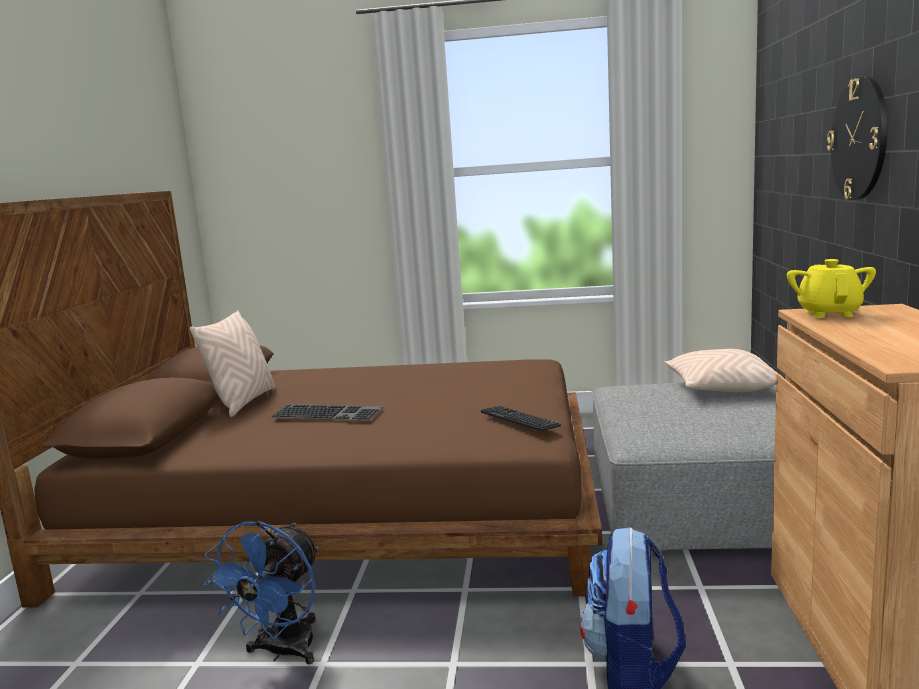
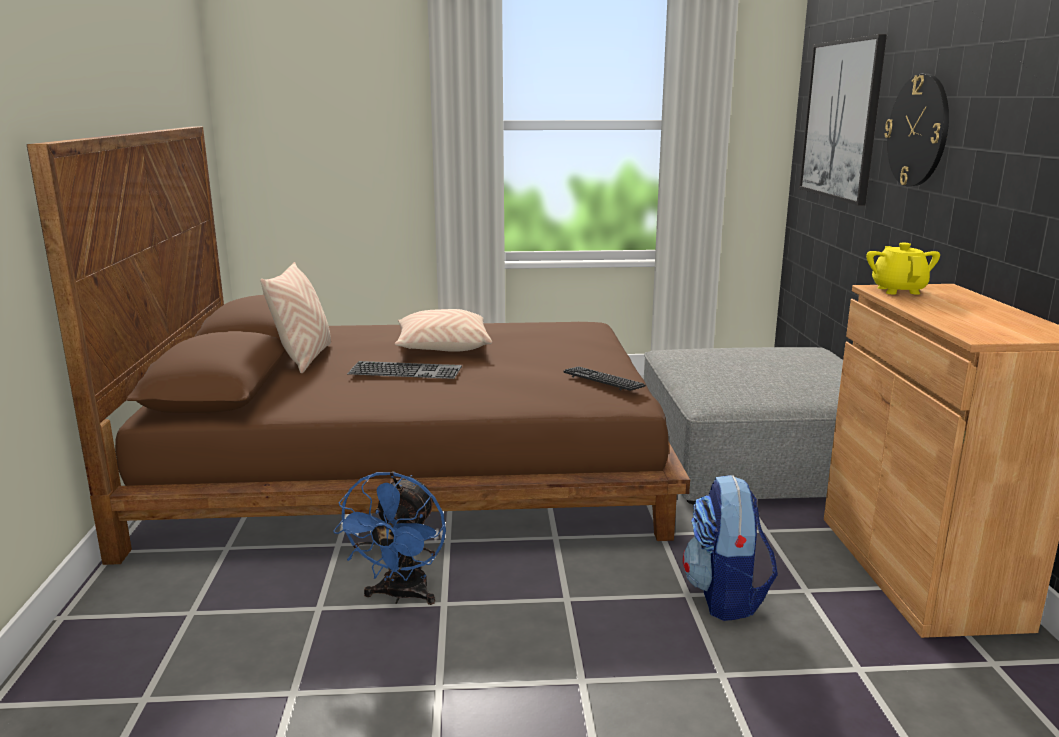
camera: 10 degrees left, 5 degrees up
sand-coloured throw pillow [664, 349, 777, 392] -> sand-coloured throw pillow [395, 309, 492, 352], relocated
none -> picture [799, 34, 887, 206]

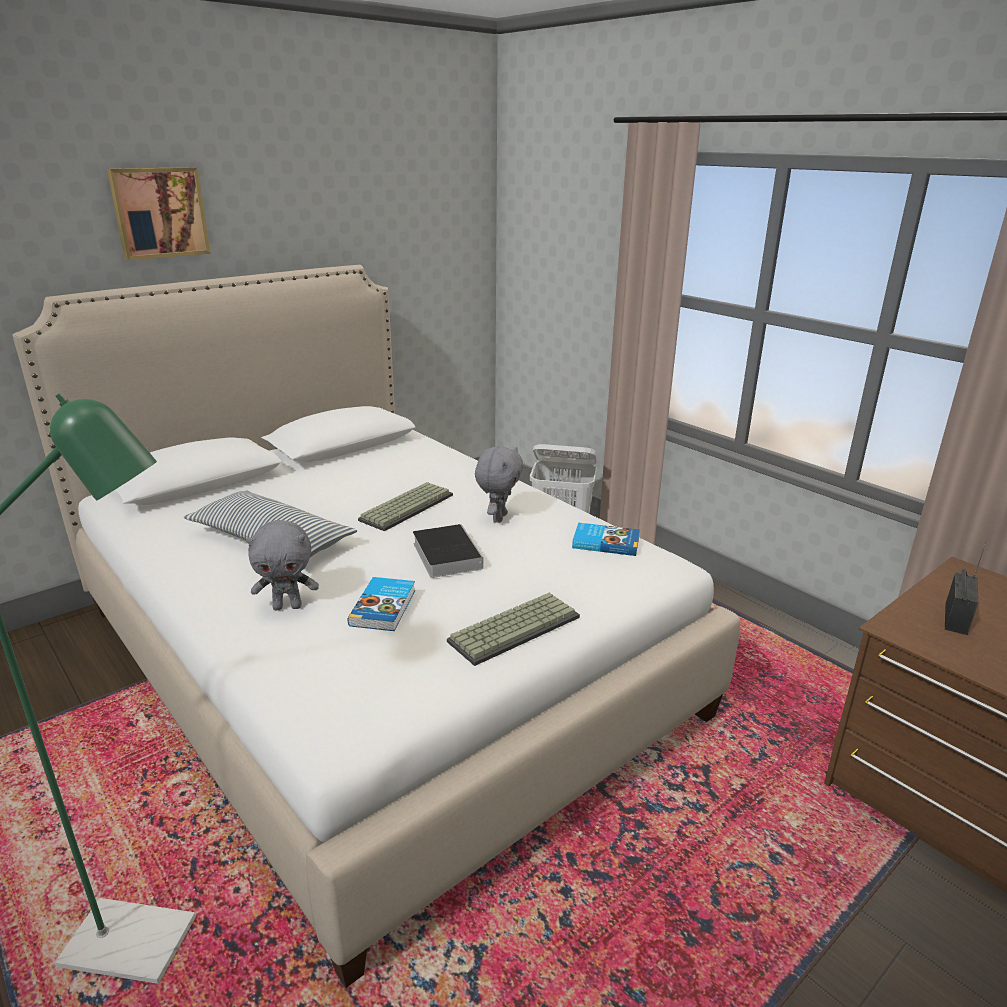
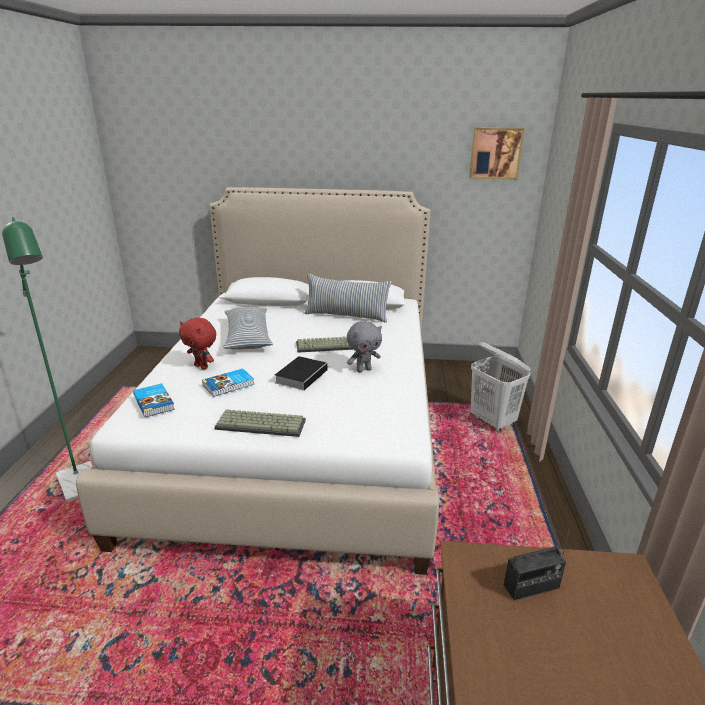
camera: 45 degrees right, 0 degrees up
picture [107, 167, 211, 260] -> picture [469, 127, 525, 180], relocated
gray plush toy [246, 520, 319, 611] -> reddish plush toy [179, 318, 216, 370]
volume [572, 522, 640, 556] -> volume [133, 384, 175, 417], relocated
none -> throw pillow [305, 274, 392, 323]

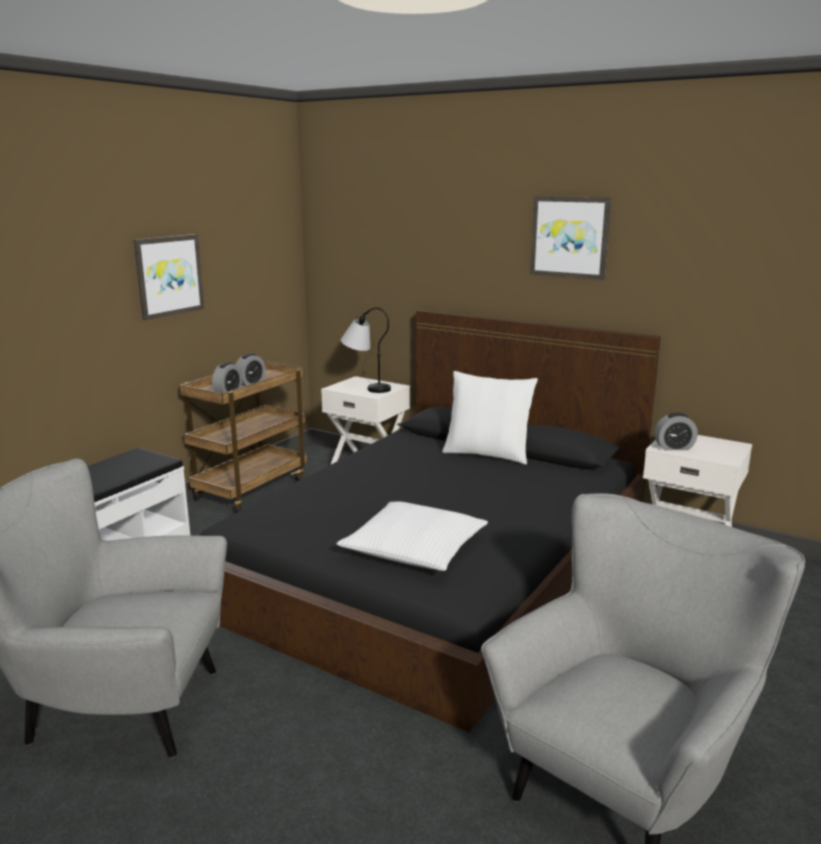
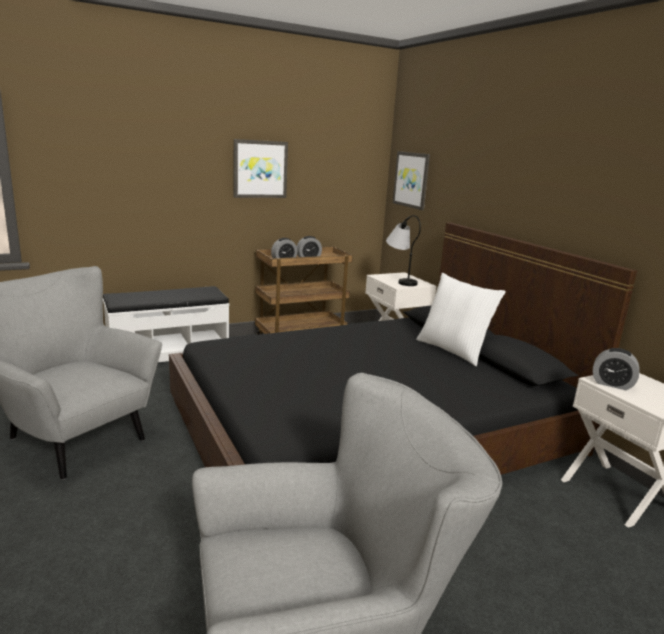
camera: 30 degrees right, 0 degrees up
white throw pillow [337, 501, 488, 571] -> none
picture [530, 196, 611, 280] -> picture [393, 151, 430, 210], relocated

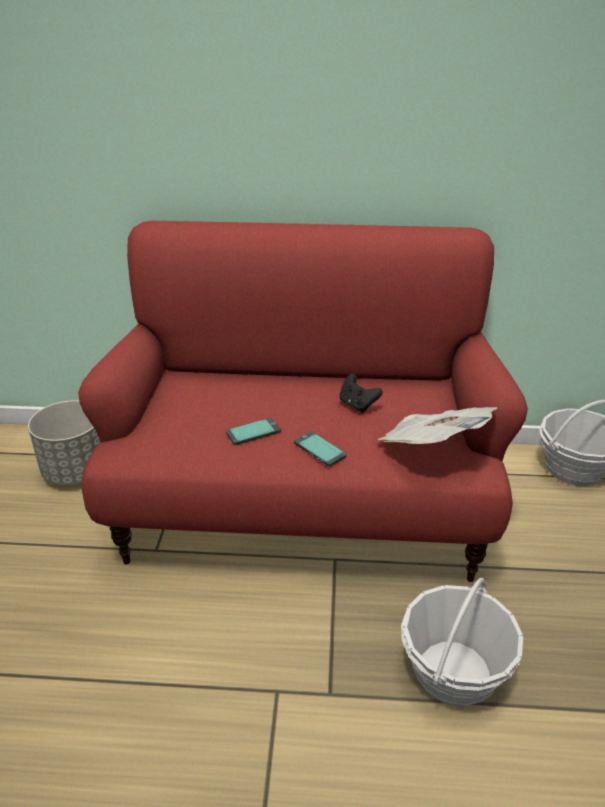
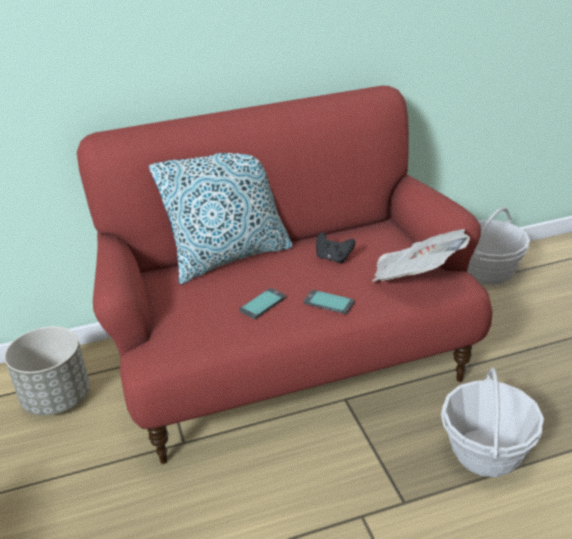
camera: 20 degrees left, 0 degrees up
none -> throw pillow [149, 153, 293, 285]

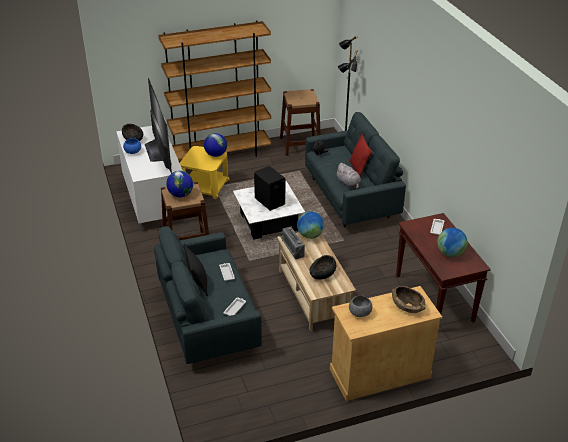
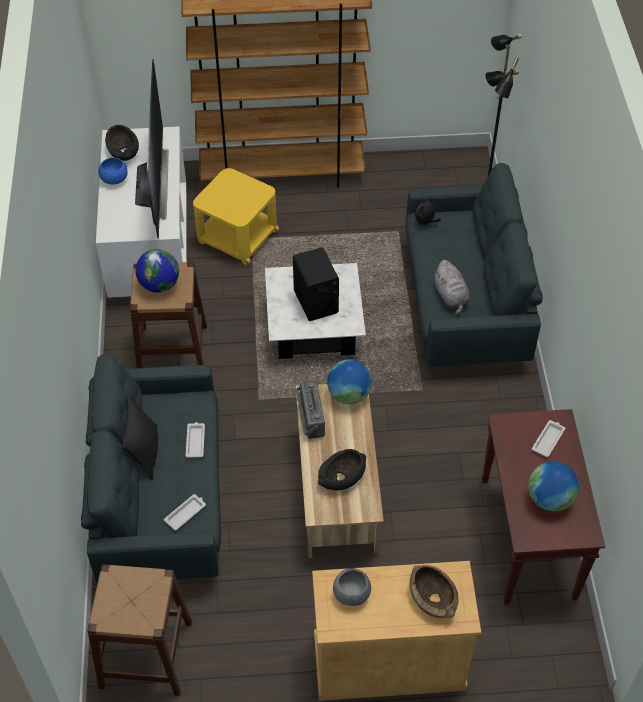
camera: 15 degrees right, 15 degrees up
world globe [204, 133, 227, 157] -> none
brown-coloured sitting stool [280, 89, 321, 156] -> brown-coloured sitting stool [87, 564, 192, 696], relocated
reddish throw pillow [349, 134, 372, 177] -> none

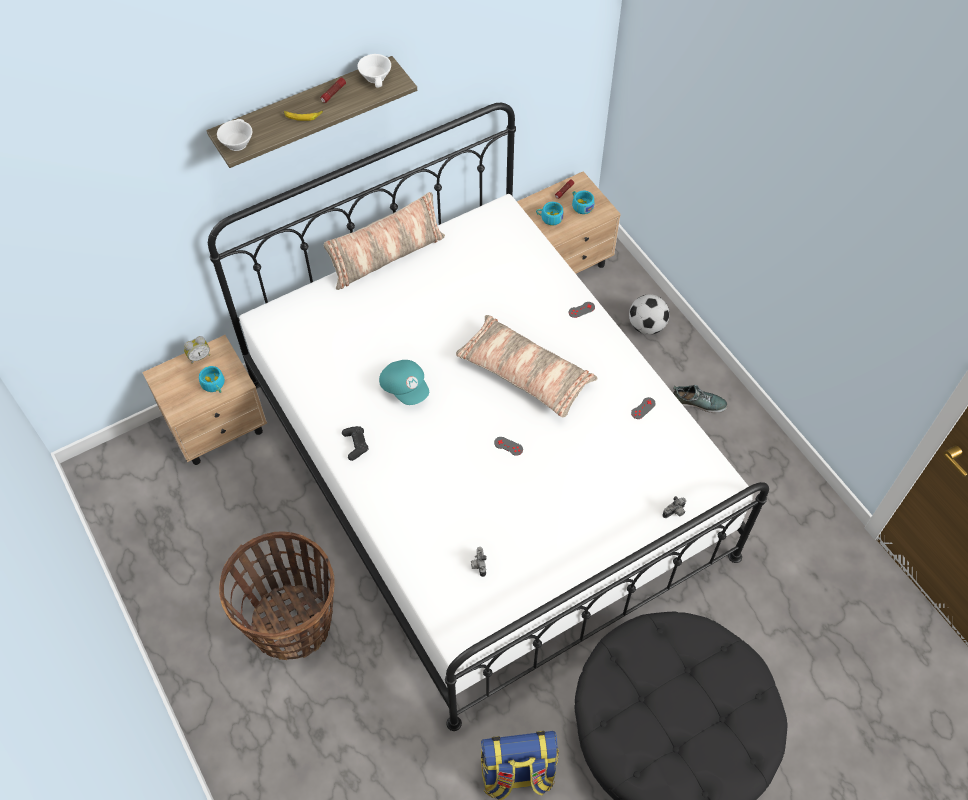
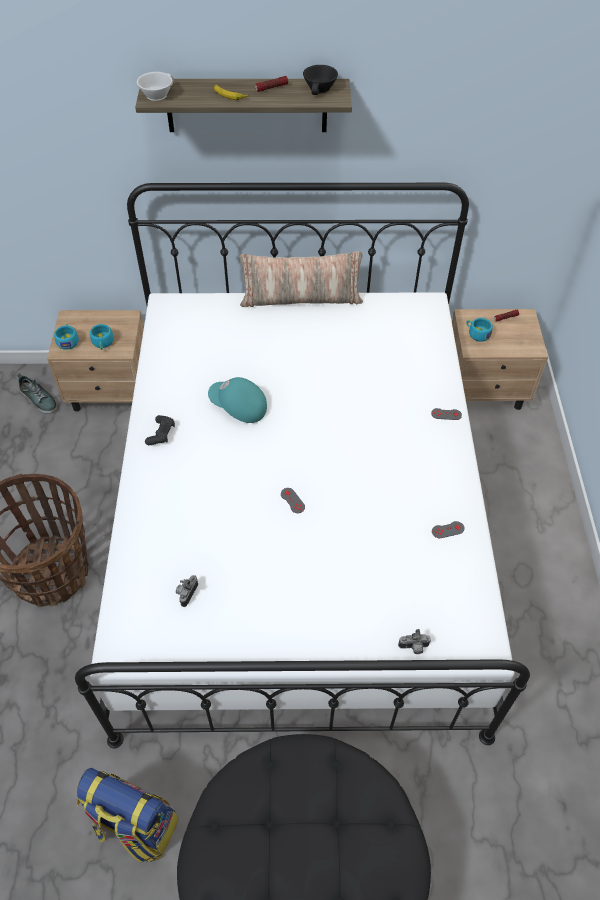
camera: 30 degrees right, 5 degrees down
alarm clock [184, 336, 210, 364] -> none
white small cup [357, 54, 391, 88] -> black-coloured small cup [303, 65, 338, 95]
turquoise peaked cap [379, 360, 429, 405] -> turquoise peaked cap [208, 377, 267, 423], 120 degrees clockwise
throw pillow [456, 315, 597, 417] -> none
turquoise small cup [572, 191, 594, 214] -> turquoise small cup [54, 324, 79, 350], relocated
football ball [629, 294, 670, 335] -> none
item of footwear [673, 385, 728, 413] -> item of footwear [17, 373, 57, 414], relocated

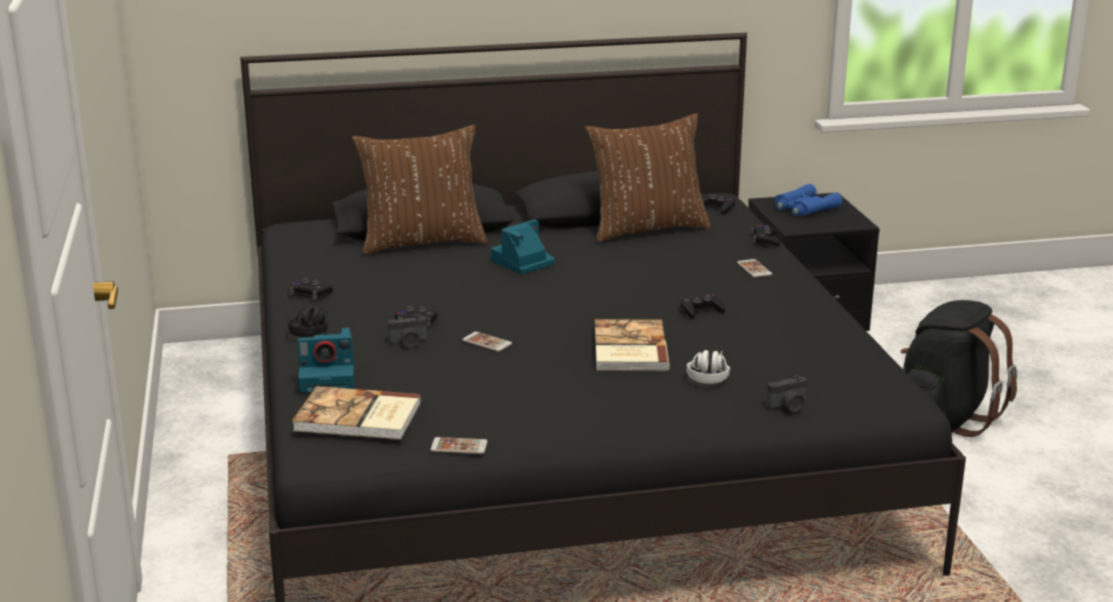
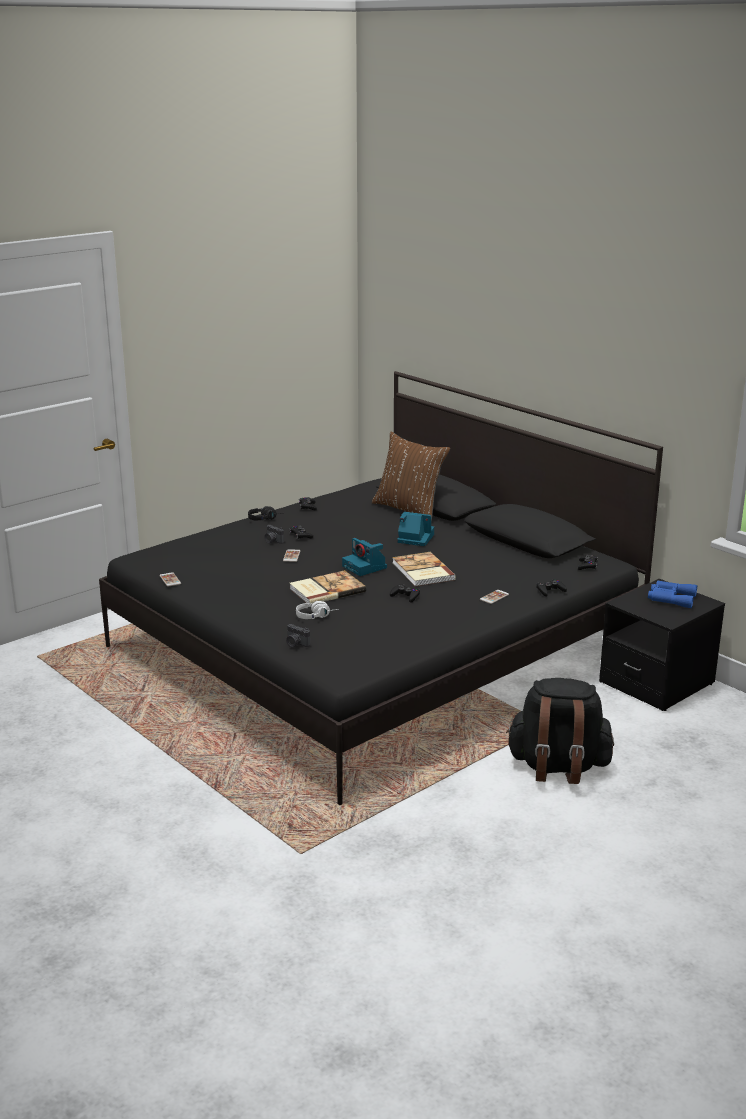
camera: 60 degrees right, 0 degrees up
volume [292, 386, 421, 440] -> volume [392, 552, 456, 586], relocated
photo camera [297, 328, 354, 393] -> photo camera [342, 538, 387, 576], relocated
brown-coloured throw pillow [585, 113, 711, 242] -> none

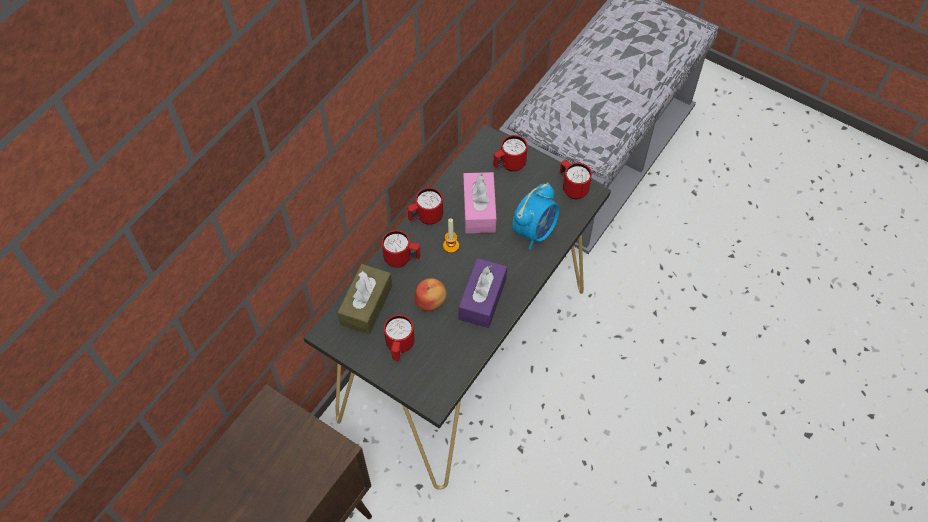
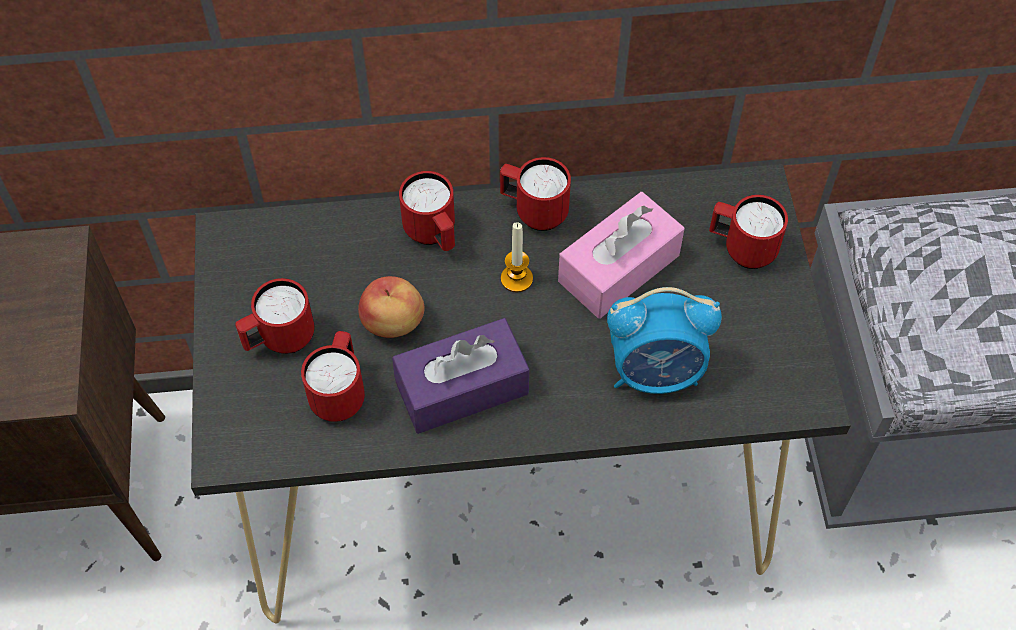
camera: 50 degrees right, 0 degrees up
brown-coloured tissue holder [337, 264, 392, 335] -> none
reddish coffee mug [560, 160, 592, 199] -> reddish coffee mug [301, 331, 365, 422], relocated

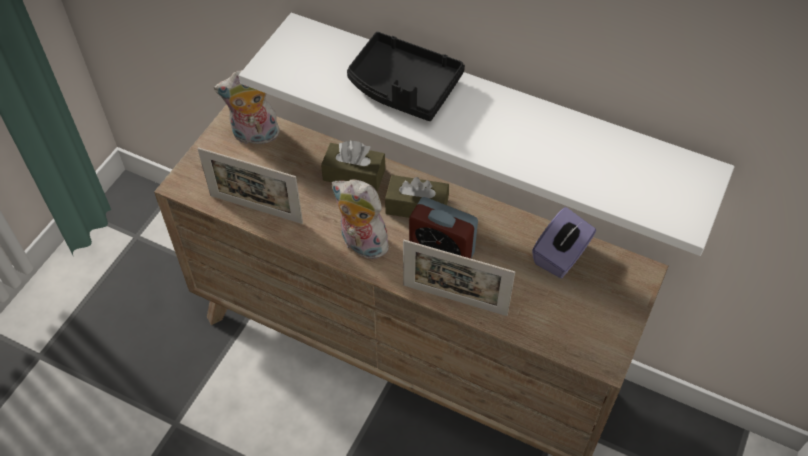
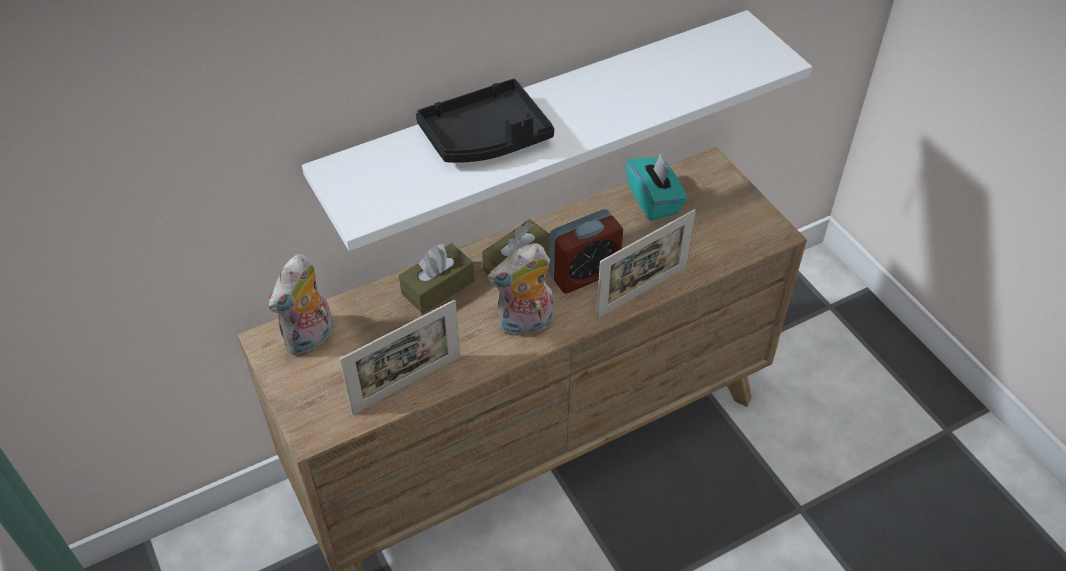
camera: 55 degrees left, 5 degrees down
purplish tissue holder [532, 207, 596, 278] -> turquoise tissue holder [626, 154, 687, 221]

